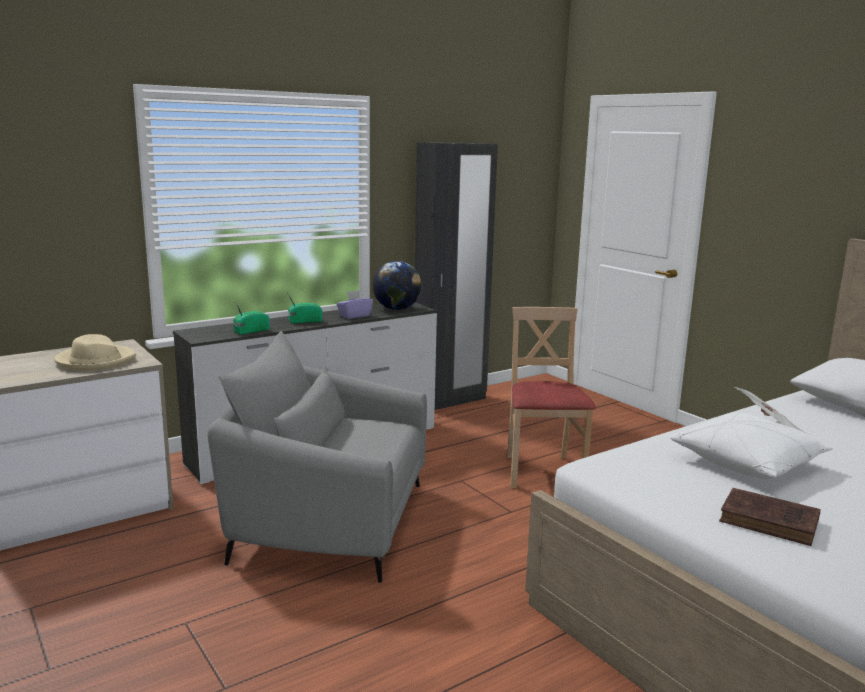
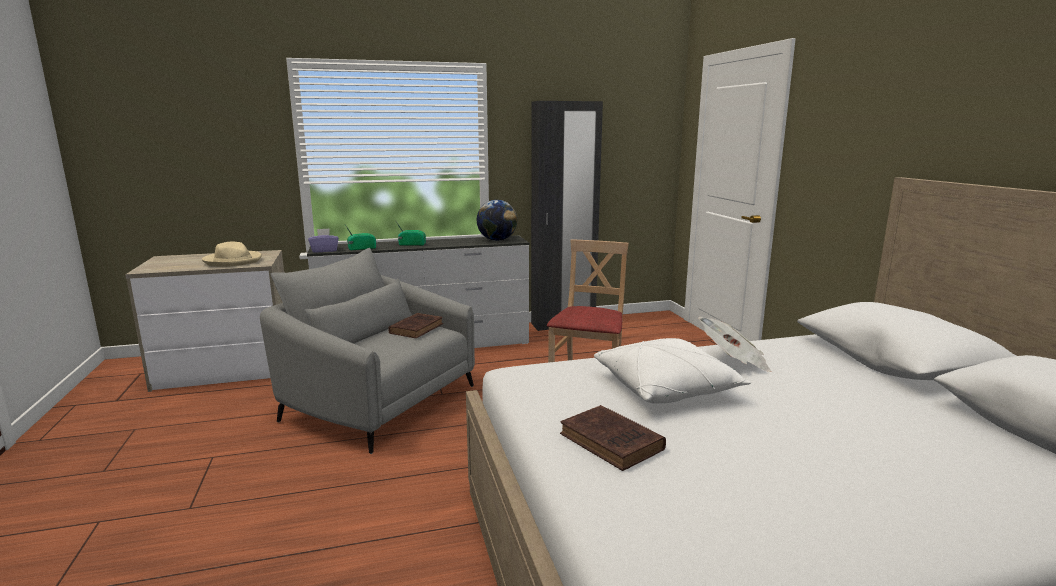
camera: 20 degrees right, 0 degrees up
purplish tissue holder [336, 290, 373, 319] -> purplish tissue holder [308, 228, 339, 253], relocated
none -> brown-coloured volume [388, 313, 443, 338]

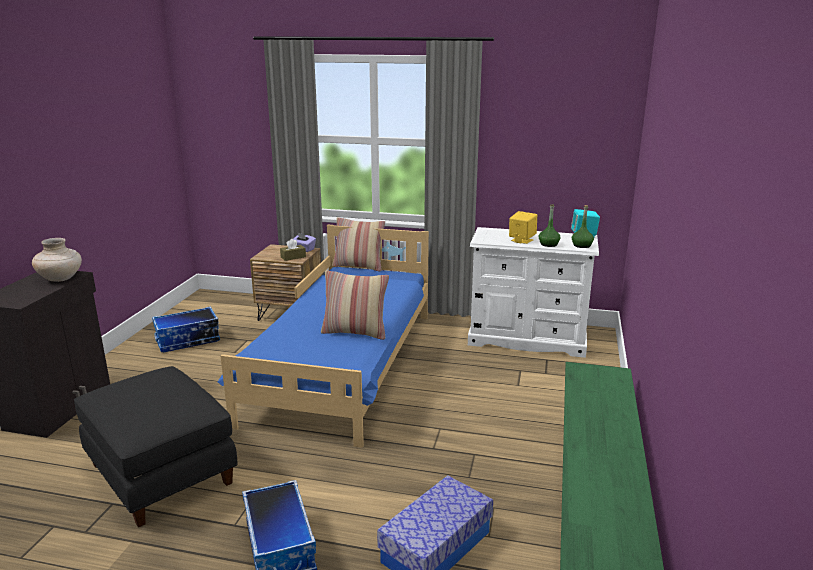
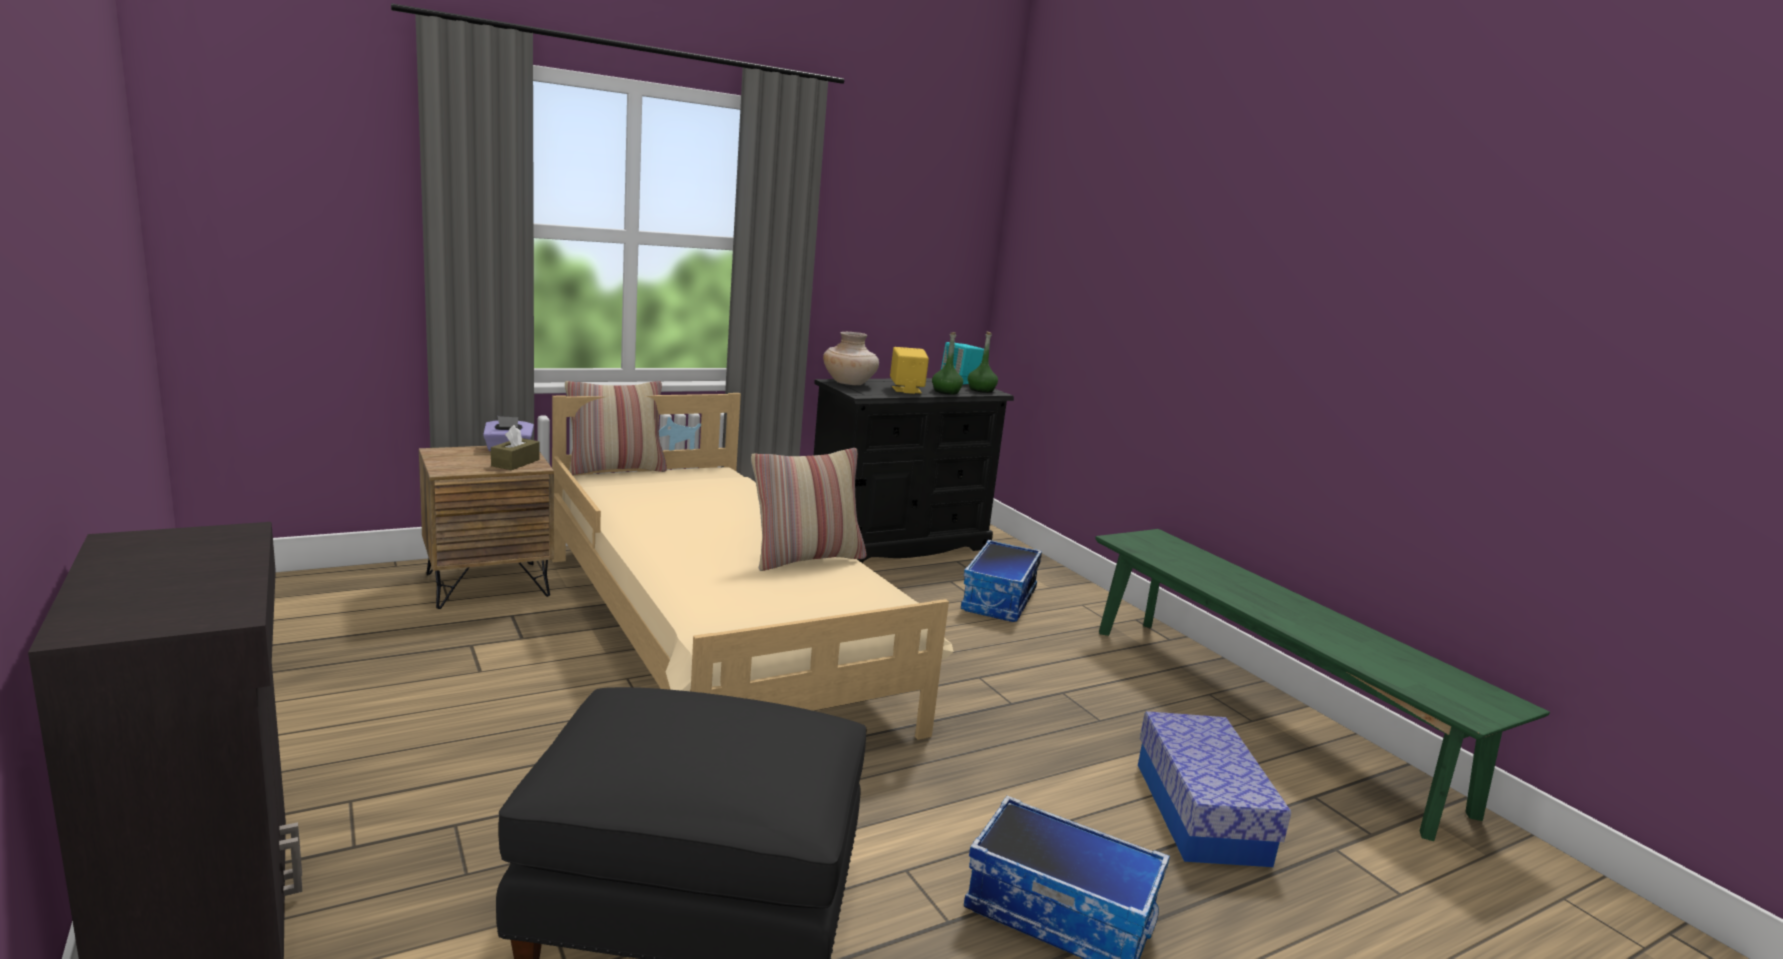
camera: 45 degrees left, 5 degrees down
sand-coloured decorative vase [32, 238, 82, 282] -> sand-coloured decorative vase [823, 332, 879, 385], relocated
storage bin [152, 307, 220, 352] -> storage bin [961, 540, 1042, 622], relocated
blue bed [218, 225, 429, 448] -> sand-coloured bed [552, 393, 954, 740]
white dresser [468, 227, 599, 358] -> black-coloured dresser [814, 378, 1014, 563]

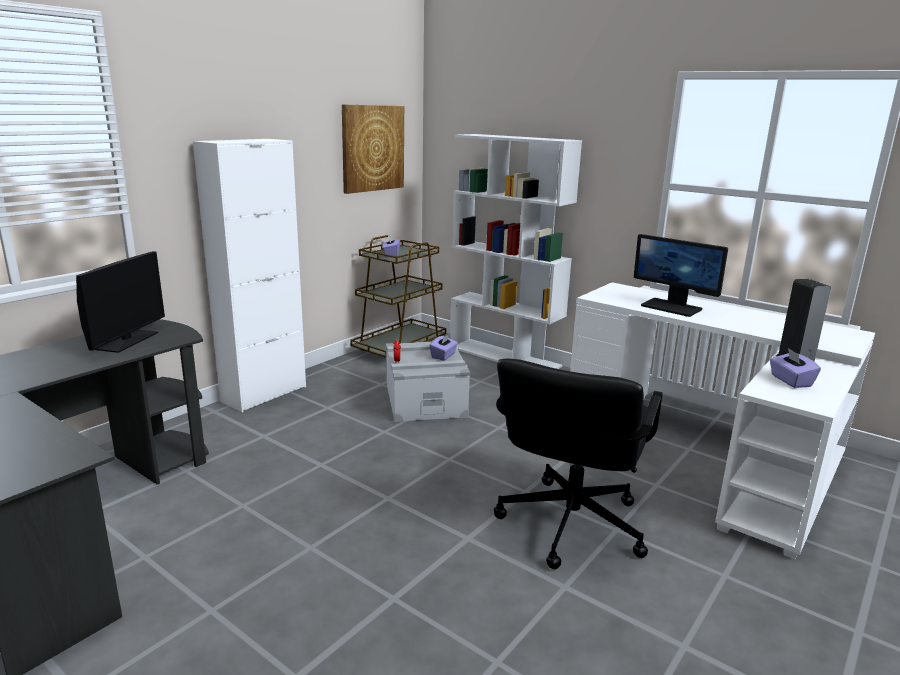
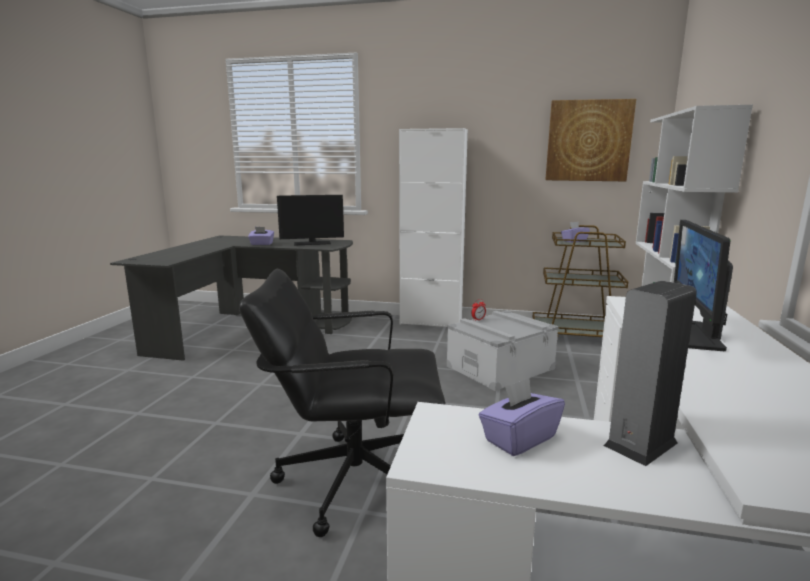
camera: 65 degrees right, 5 degrees down
purplish tissue holder [429, 334, 458, 361] -> purplish tissue holder [248, 227, 274, 245], relocated

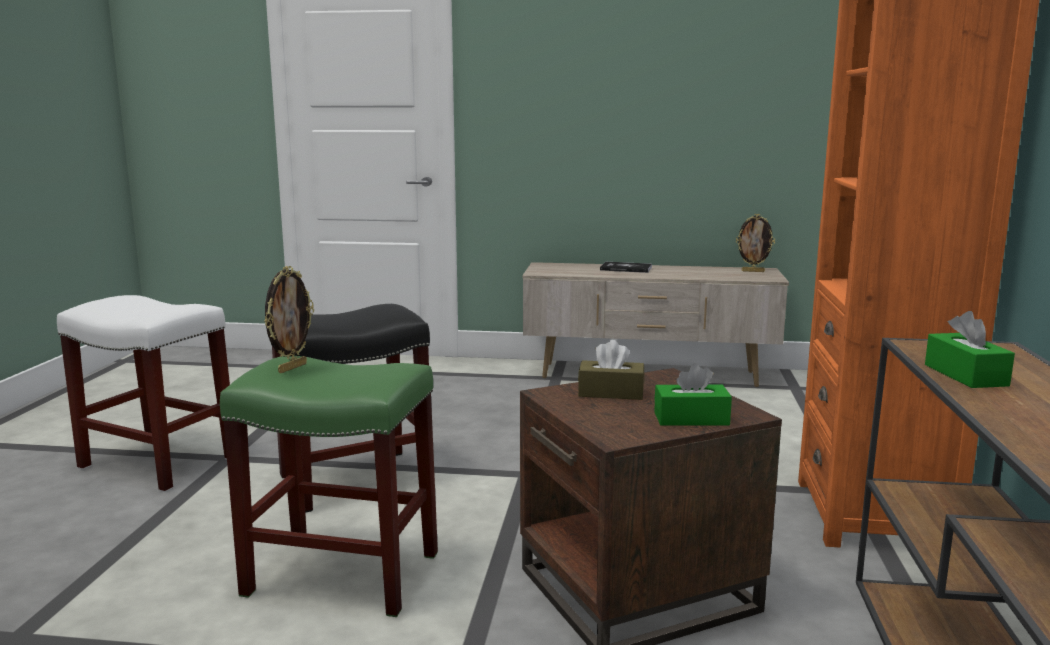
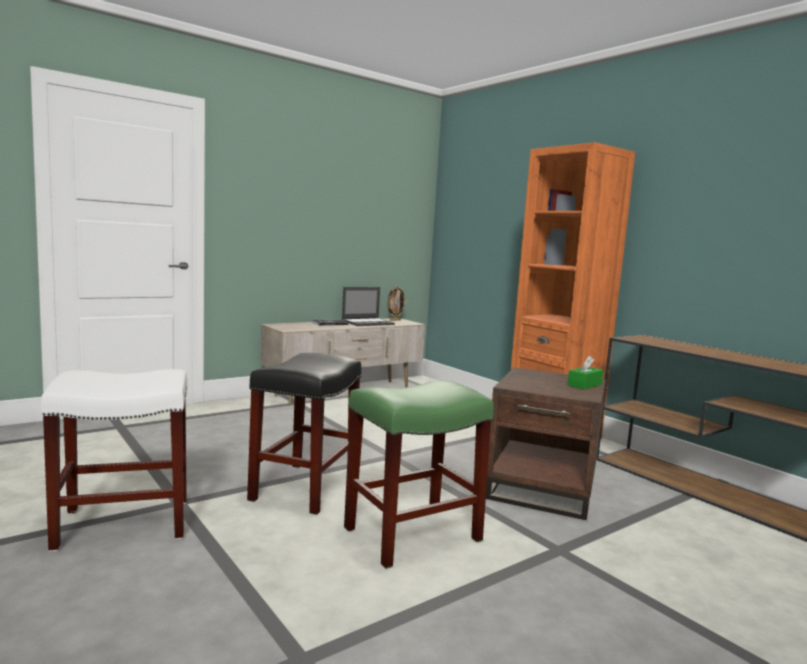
camera: 45 degrees left, 5 degrees down
picture frame [264, 266, 314, 373] -> none
brown-coloured tissue holder [578, 340, 645, 400] -> none
green-coloured tissue holder [925, 311, 1015, 388] -> none
none -> portable computer [342, 287, 395, 326]

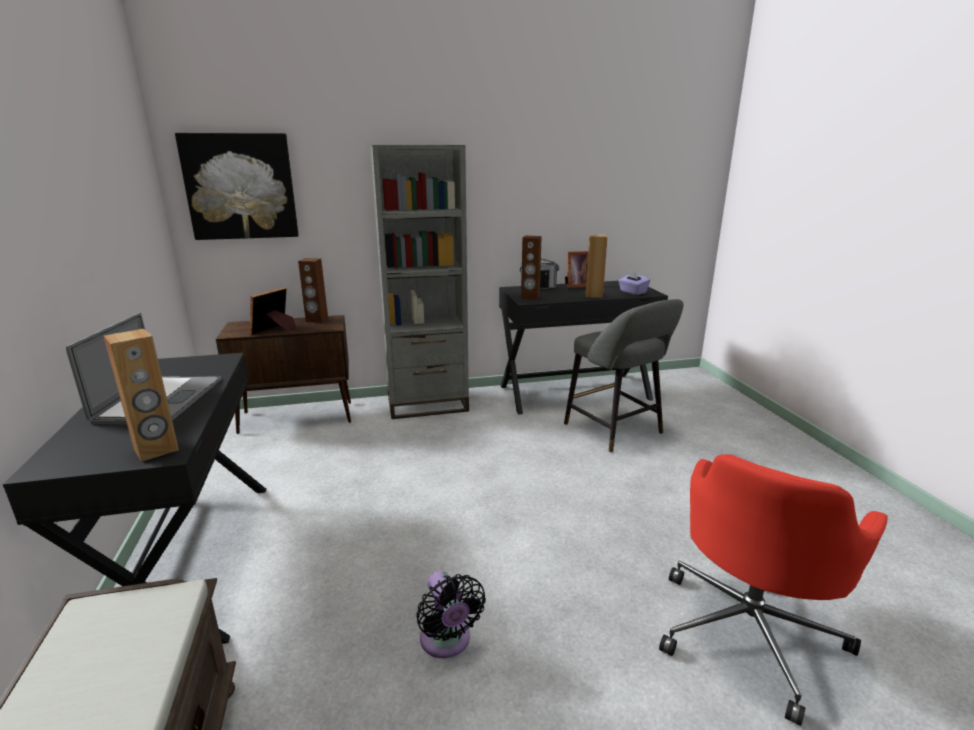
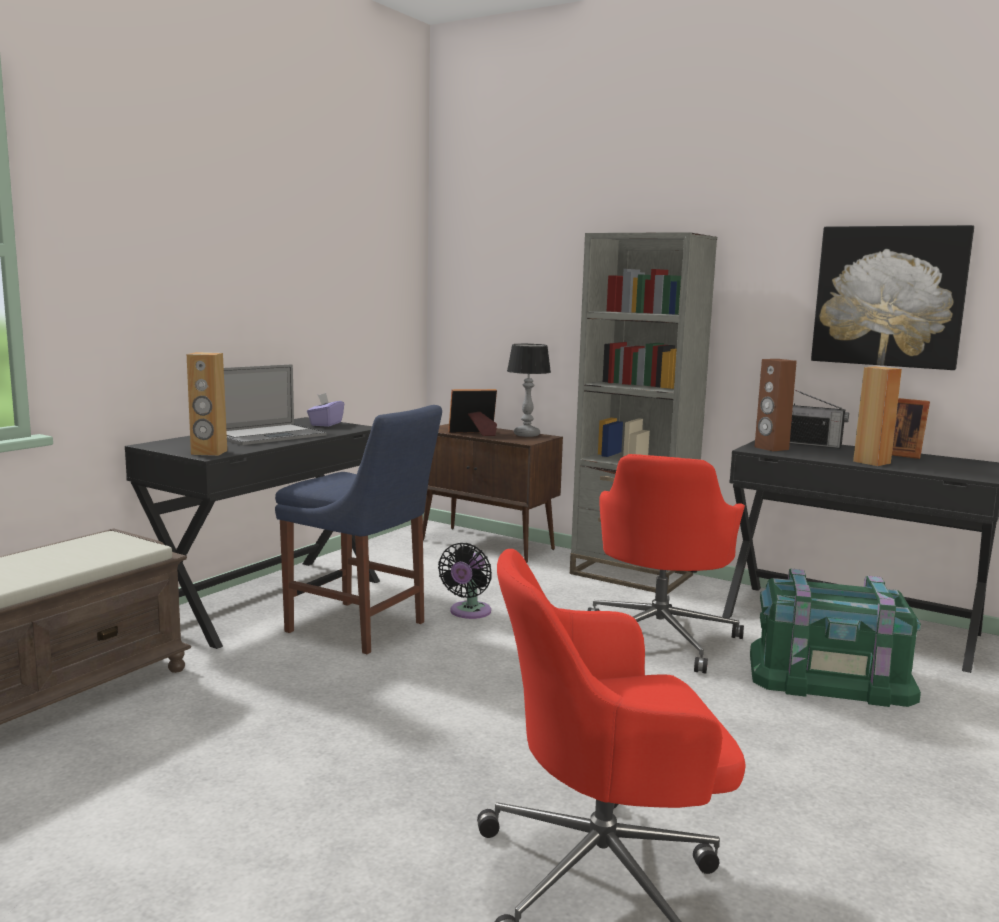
camera: 45 degrees right, 10 degrees down
picture [175, 133, 299, 240] -> picture [811, 225, 974, 370], relocated
brown-coloured audio speaker [298, 258, 328, 323] -> tabletop lamp [507, 344, 551, 437]
black-coloured fan [416, 571, 486, 658] -> black-coloured fan [438, 543, 492, 619], relocated
gray sitting stool [564, 299, 684, 453] -> green-coloured storage bin [750, 569, 921, 707]
purplish tissue holder [618, 270, 650, 295] -> purplish tissue holder [307, 393, 344, 427], relocated
none -> blue chair [275, 405, 442, 654]
none -> reddish desk chair [588, 454, 745, 674]

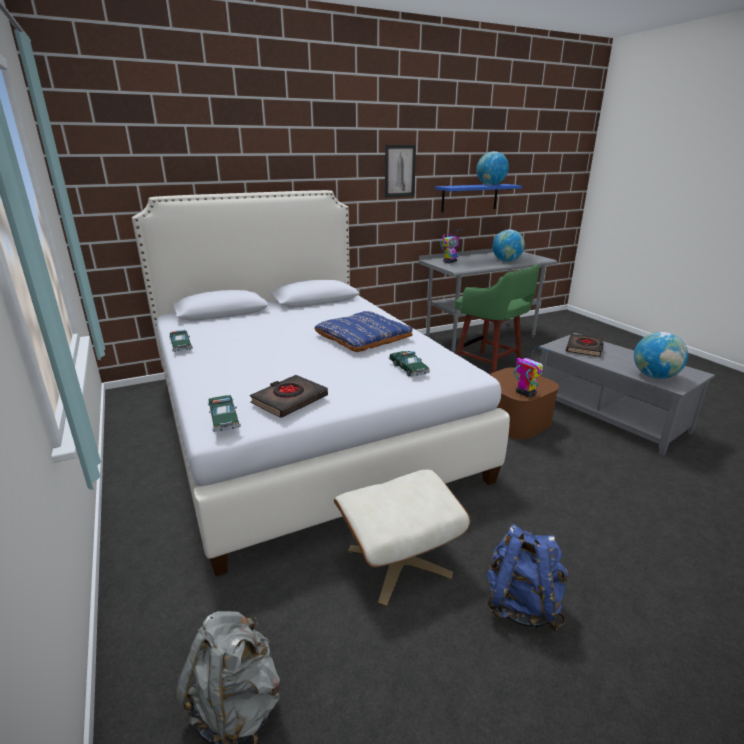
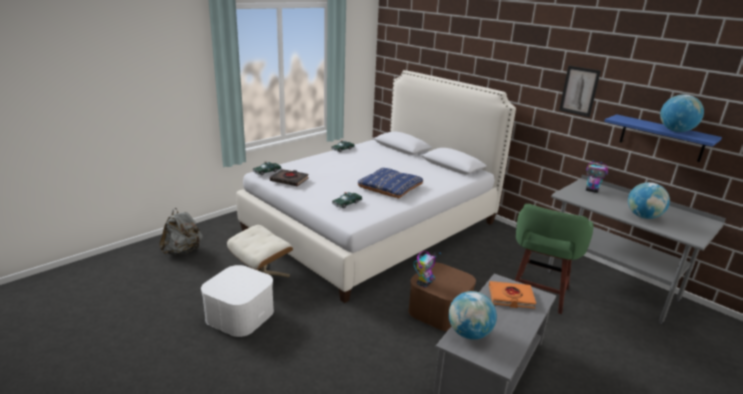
camera: 70 degrees right, 0 degrees up
blue knapsack [486, 524, 568, 631] -> white storage bin [201, 265, 274, 337]
black-coloured volume [566, 334, 604, 357] -> orange-coloured volume [489, 281, 536, 309]

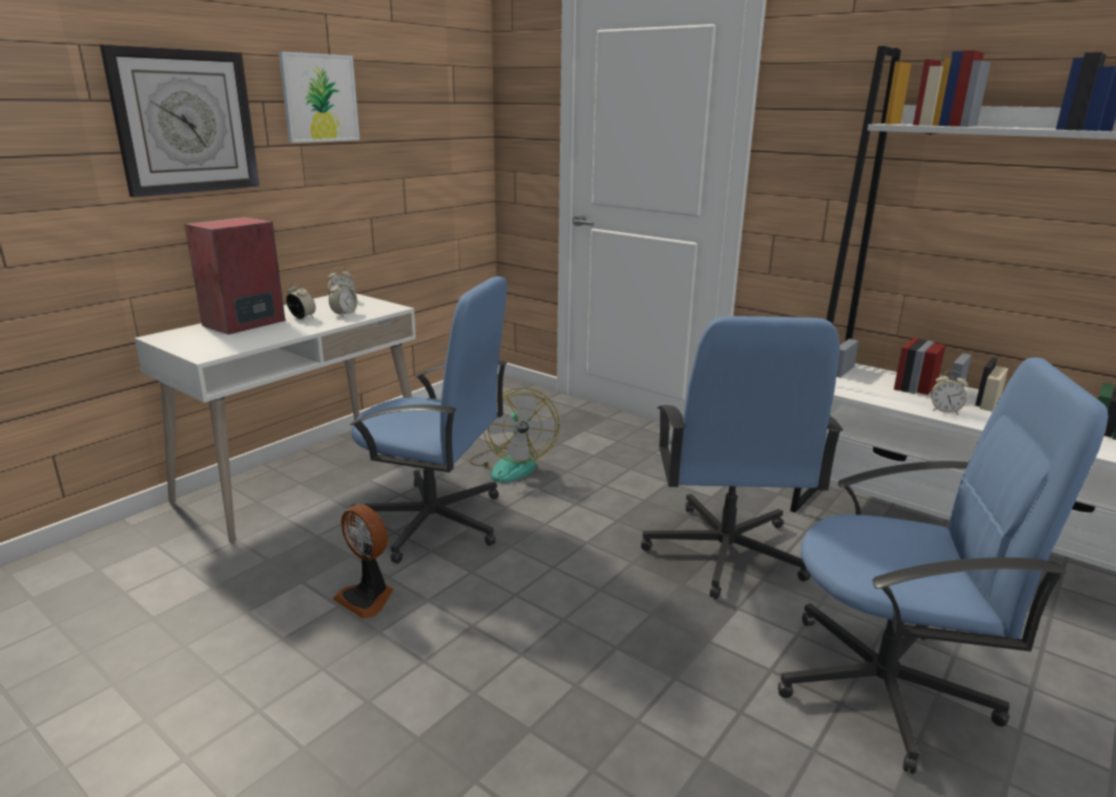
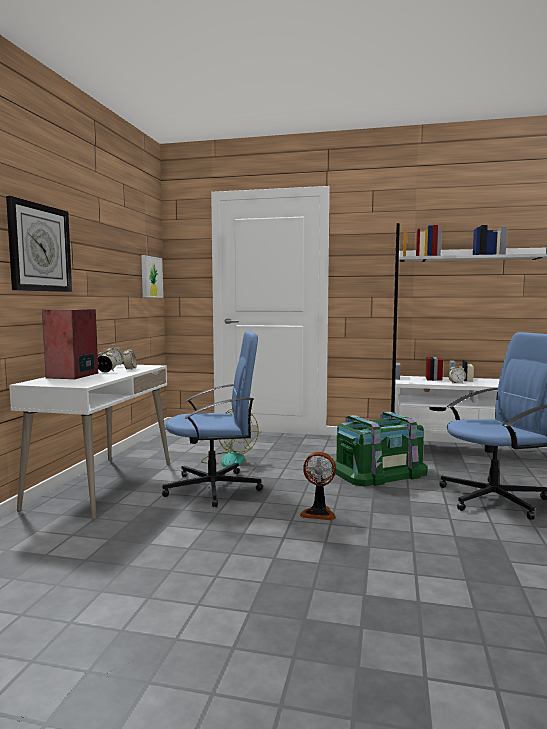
camera: 25 degrees left, 15 degrees down
picture [278, 51, 360, 143] -> picture [141, 255, 163, 298], relocated
fan [333, 505, 394, 619] -> fan [300, 452, 336, 520], relocated
blue desk chair [641, 316, 843, 599] -> green-coloured storage bin [331, 412, 427, 486]

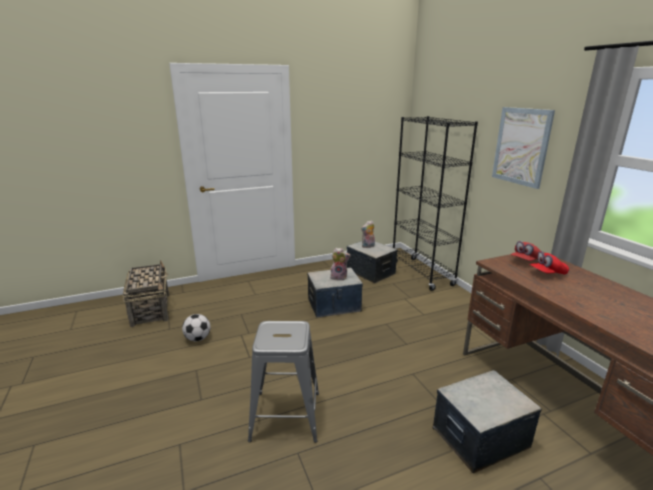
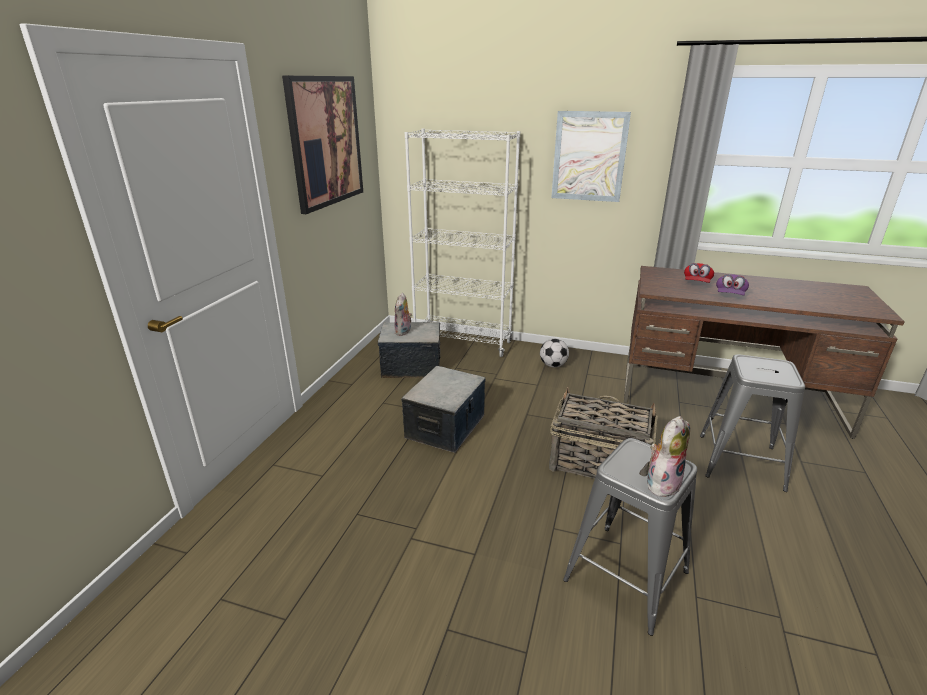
camera: 50 degrees left, 5 degrees up
household basket [123, 261, 169, 327] -> household basket [549, 387, 658, 478], relocated
football ball [182, 314, 211, 341] -> football ball [540, 339, 569, 367], relocated
plush toy [330, 247, 351, 281] -> plush toy [647, 416, 690, 497], relocated
black-coloured shelving unit [393, 116, 478, 291] -> white shelving unit [405, 129, 520, 357]
storage bin [432, 370, 542, 474] -> gray sitting stool [700, 355, 805, 492]
reddish peaked cap [511, 241, 540, 261] -> none
none -> picture [282, 76, 363, 214]
none -> purplish peaked cap [716, 274, 749, 295]

